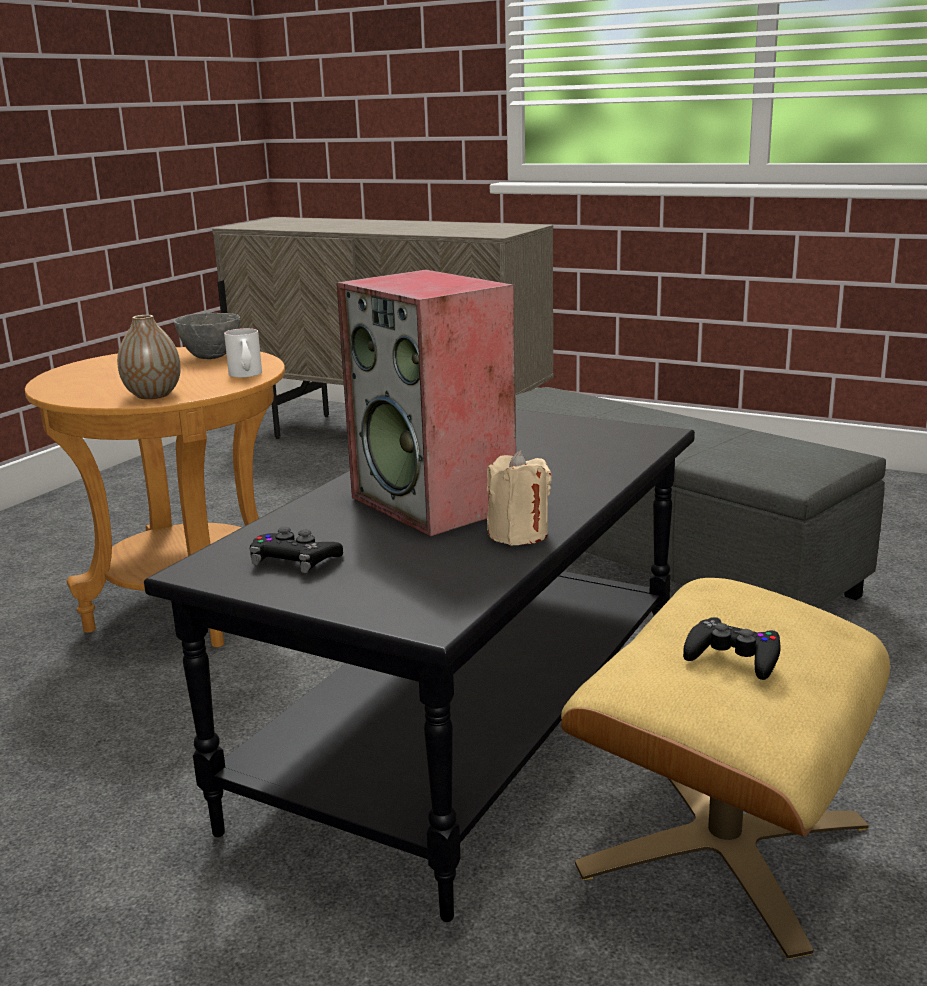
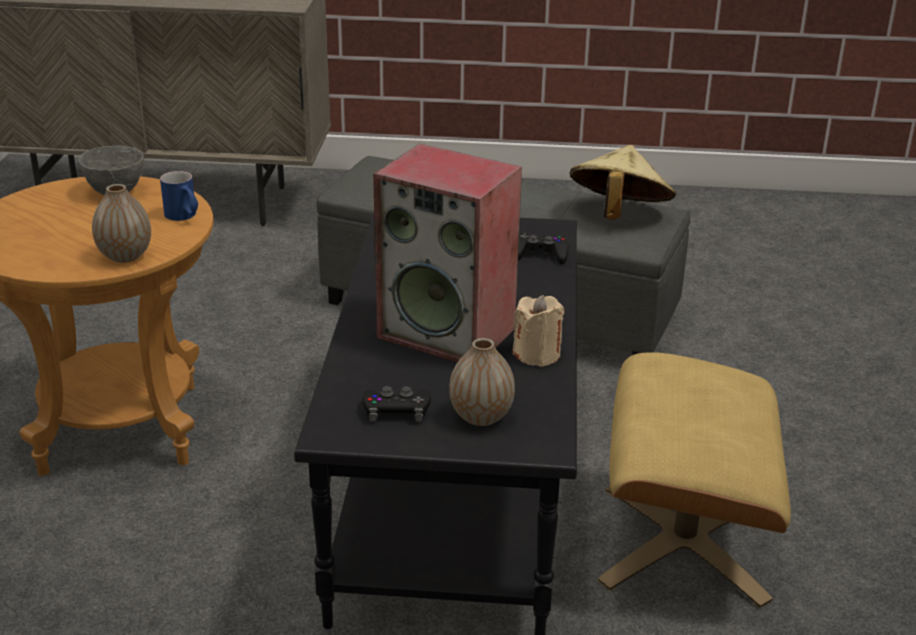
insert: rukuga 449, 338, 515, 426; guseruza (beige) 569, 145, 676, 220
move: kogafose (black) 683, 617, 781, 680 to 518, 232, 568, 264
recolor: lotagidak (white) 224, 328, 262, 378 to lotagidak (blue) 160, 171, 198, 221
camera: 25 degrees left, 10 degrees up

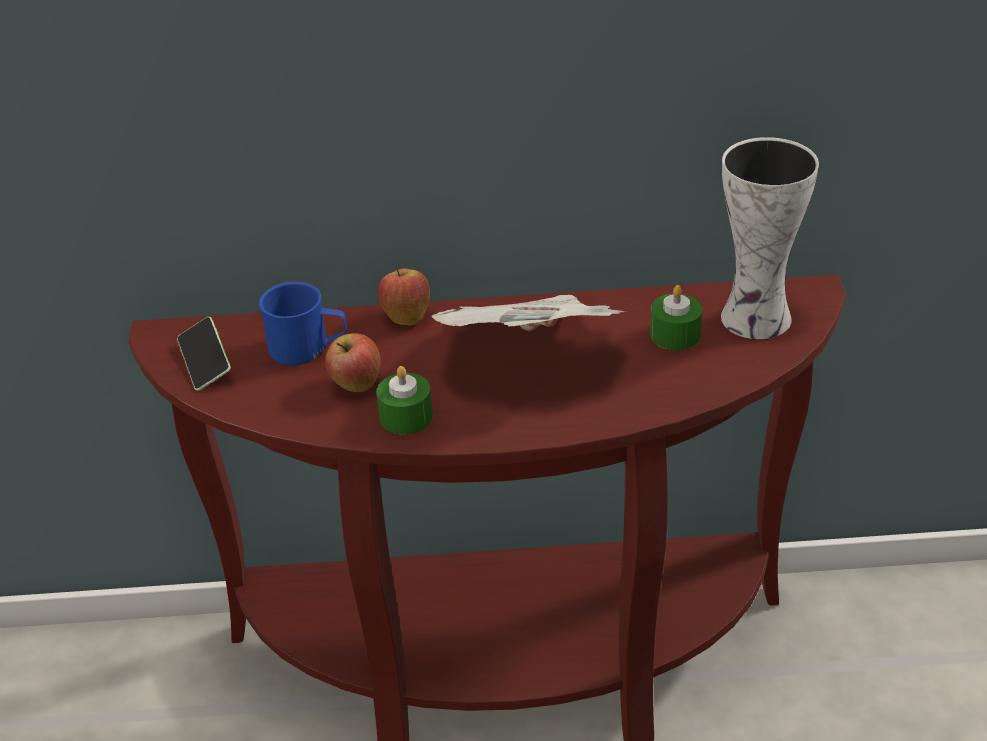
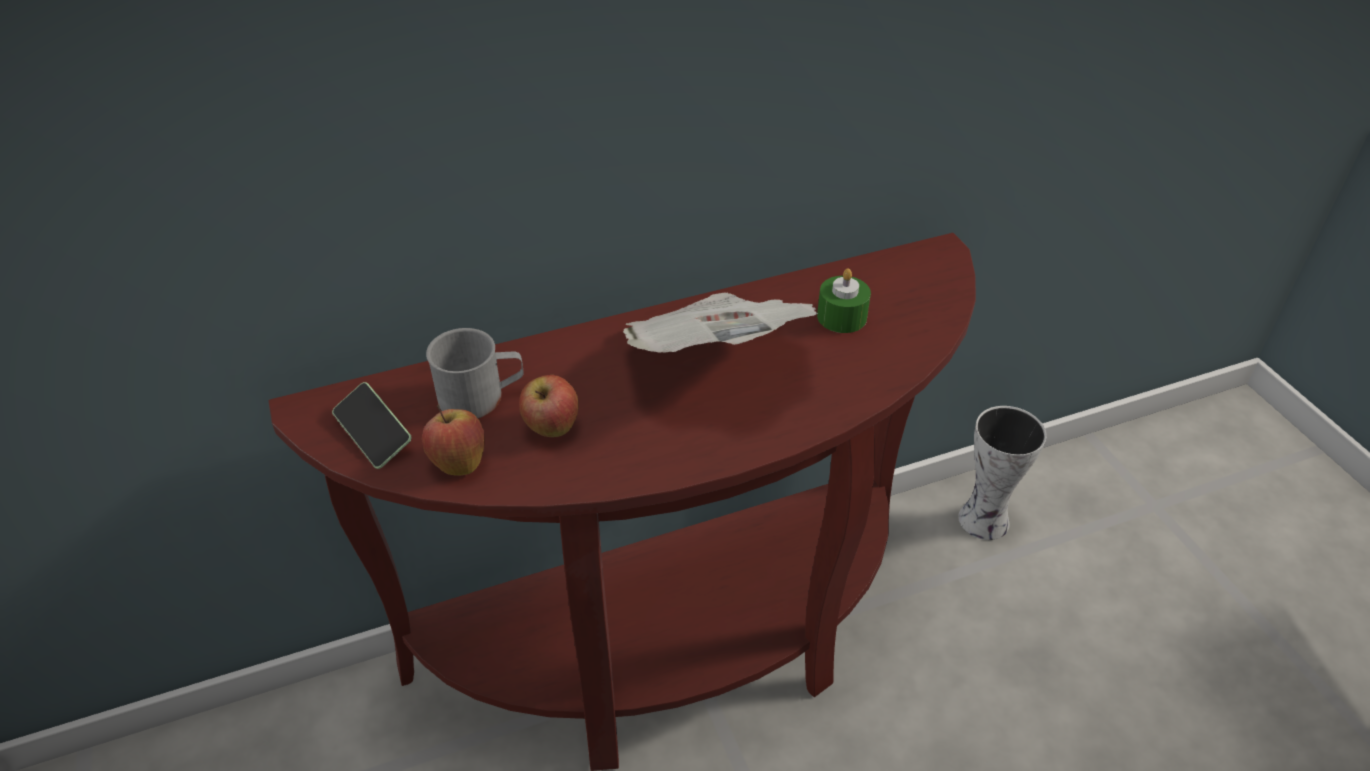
delete: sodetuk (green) 376, 366, 433, 434
move: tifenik 378, 261, 430, 325 to 422, 404, 485, 476; rukuga 721, 137, 819, 339 to 958, 406, 1046, 540
recolor: lotagidak (blue) 259, 282, 347, 366 to lotagidak (grey) 426, 328, 524, 418
camera: 20 degrees left, 5 degrees up

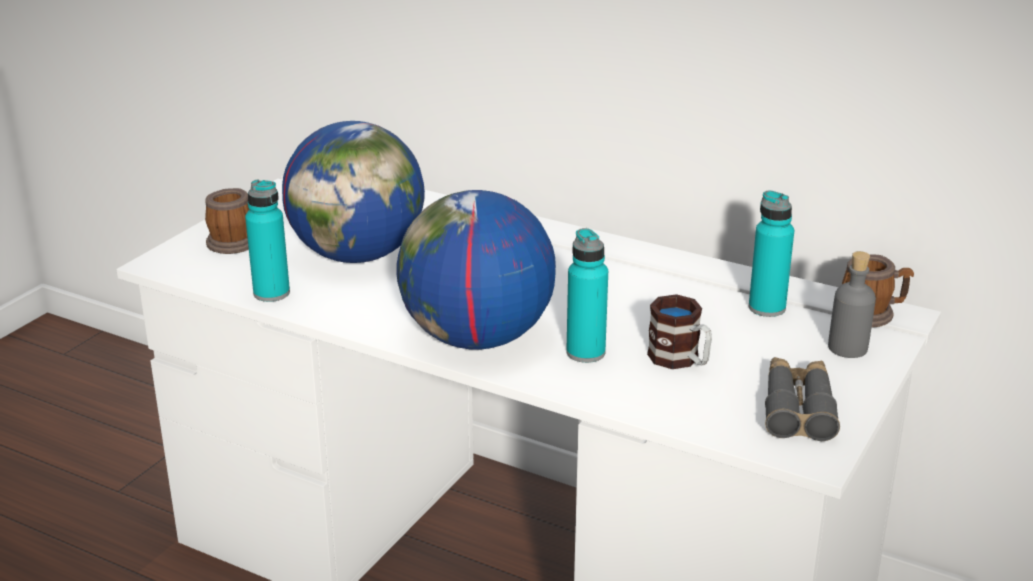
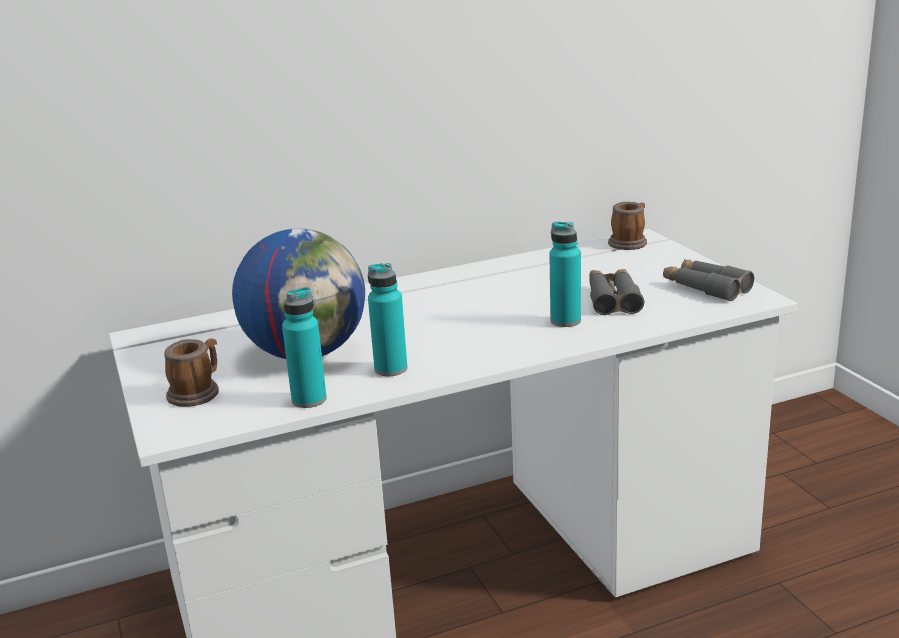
delete: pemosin 396, 190, 556, 350; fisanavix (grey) 828, 251, 876, 358
move: fisanavix (turquoise) 749, 190, 794, 317 to 368, 263, 408, 376
replace: lotagidak 647, 294, 712, 369 to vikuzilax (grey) 589, 269, 644, 315
camera: 50 degrees left, 5 degrees down

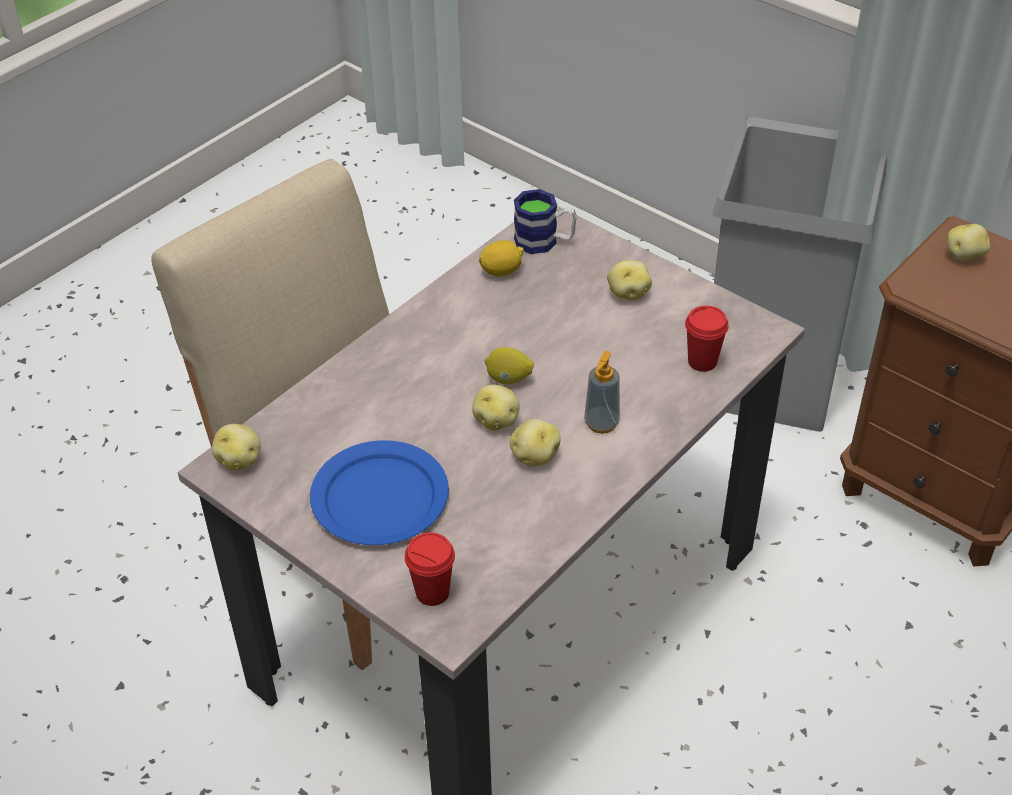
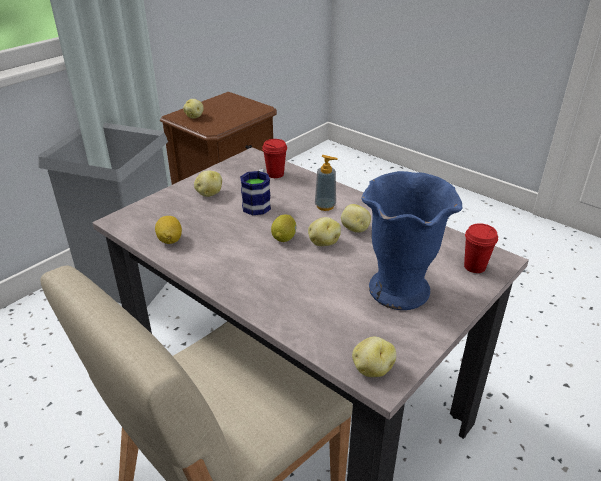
move: lotagidak 514, 189, 577, 254 to 240, 169, 271, 215
replace: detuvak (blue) 310, 440, 449, 545 to rukuga (blue) 361, 171, 462, 310
camera: 90 degrees left, 10 degrees down

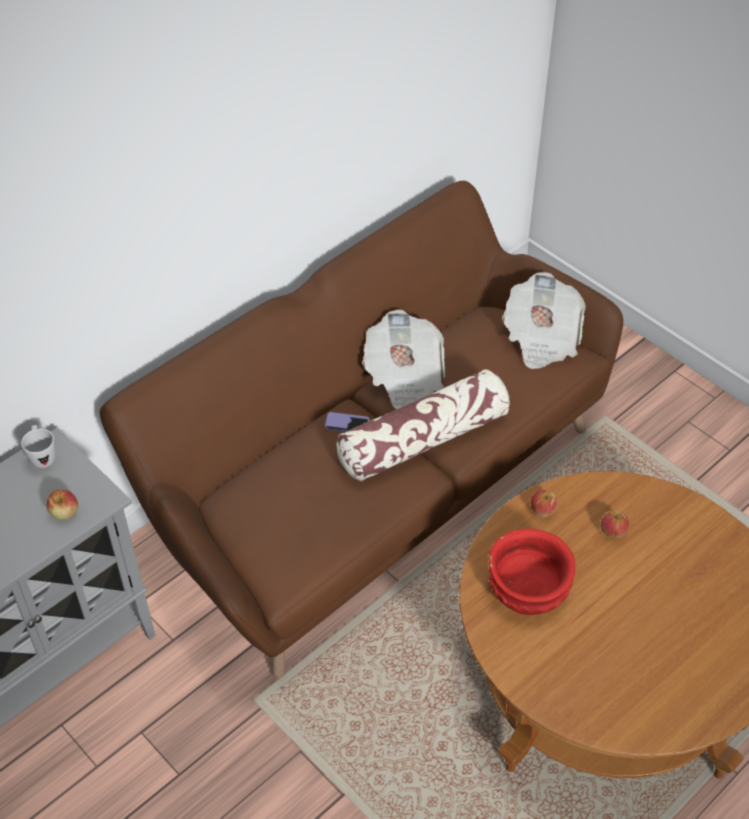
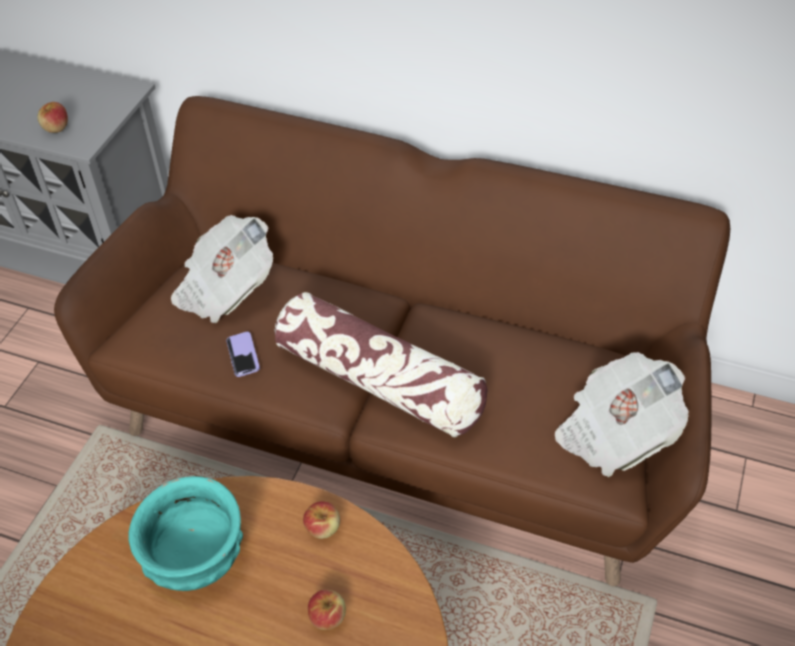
delete: lotagidak (white) 21, 425, 56, 468
move: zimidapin 325, 412, 370, 432 to 226, 332, 260, 377; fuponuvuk 362, 310, 445, 409 to 171, 215, 273, 323
recolor: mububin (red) 489, 529, 575, 615 to mububin (turquoise) 128, 476, 243, 591
camera: 65 degrees right, 0 degrees up

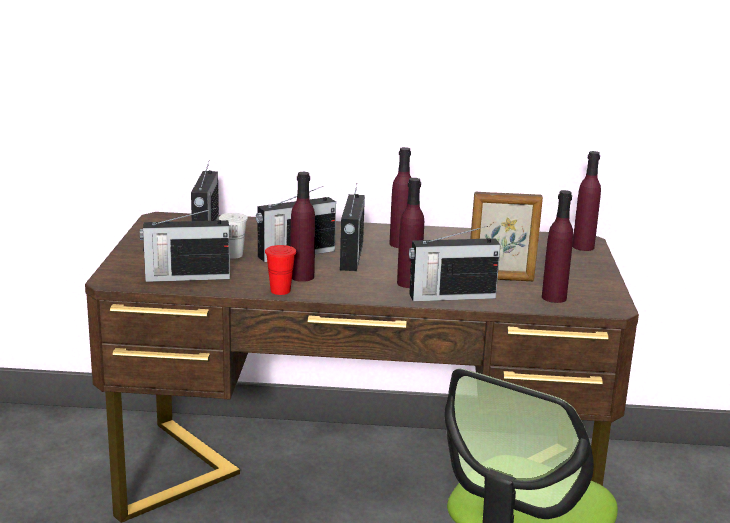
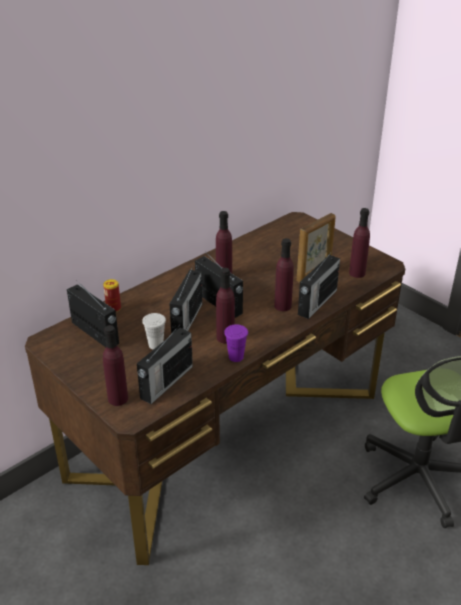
insert: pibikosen 103, 279, 121, 312
move: fisanavix (purple) 572, 151, 601, 251 to 103, 325, 128, 406
recolor: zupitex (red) 265, 245, 296, 295 to zupitex (purple) 224, 324, 248, 362
camera: 45 degrees left, 15 degrees up

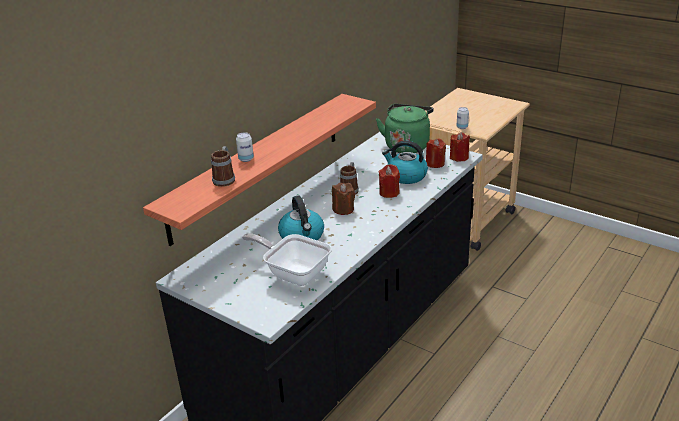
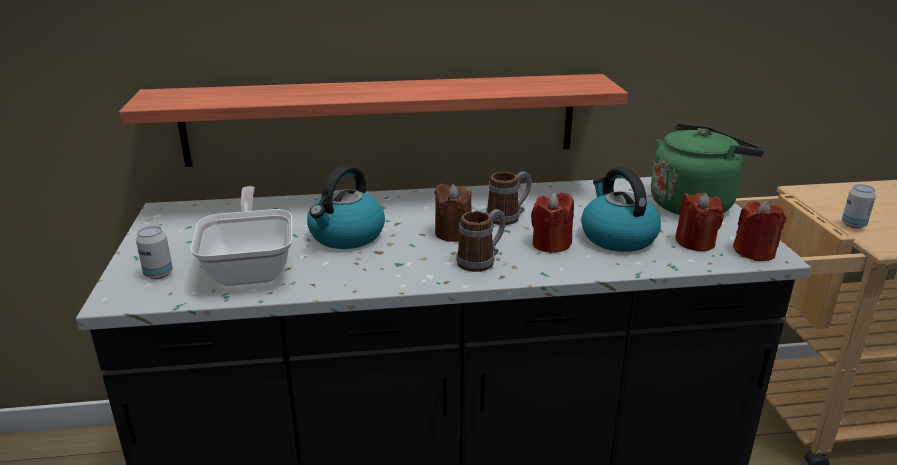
move: lotagidak 211, 146, 235, 187 to 456, 209, 506, 272; pibikosen 236, 132, 254, 162 to 136, 226, 173, 279
camera: 45 degrees right, 5 degrees down

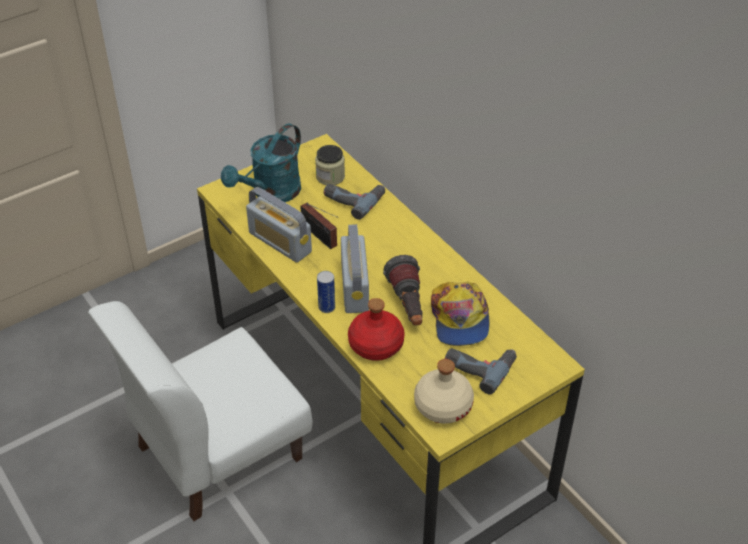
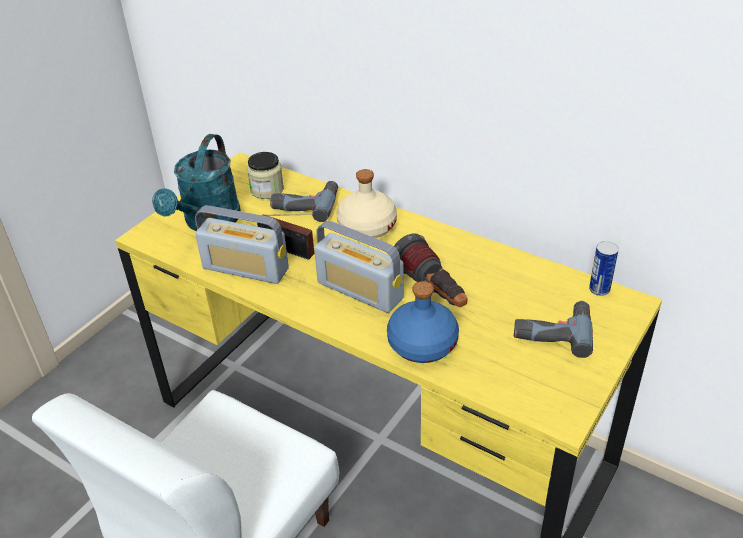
delete: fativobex 431, 281, 489, 346
move: pibikosen 317, 271, 335, 313 to 589, 241, 619, 296; fisanavix (beige) 414, 359, 474, 424 to 336, 169, 397, 238
recolor: fisanavix (red) 348, 298, 405, 361 to fisanavix (blue) 387, 281, 459, 363
rotate: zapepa 341, 224, 369, 313 = 314, 221, 404, 313 150 degrees clockwise
camera: 20 degrees left, 5 degrees down

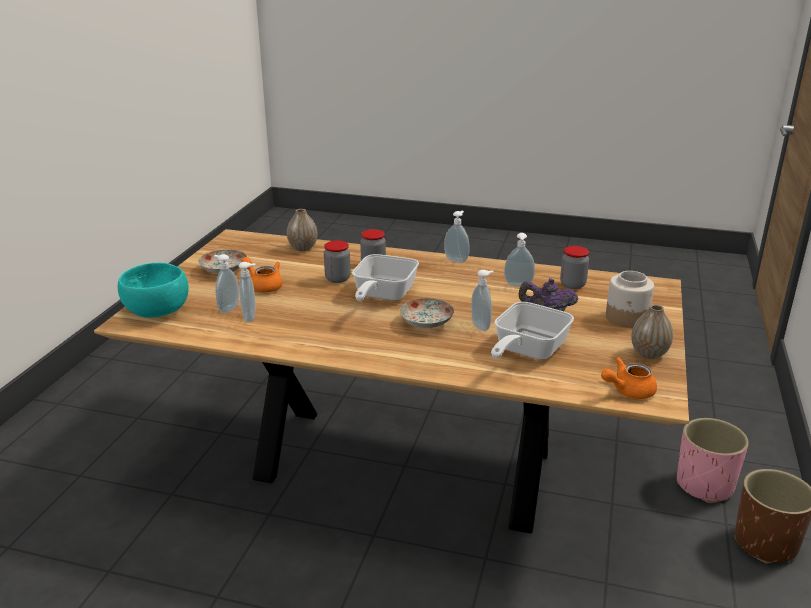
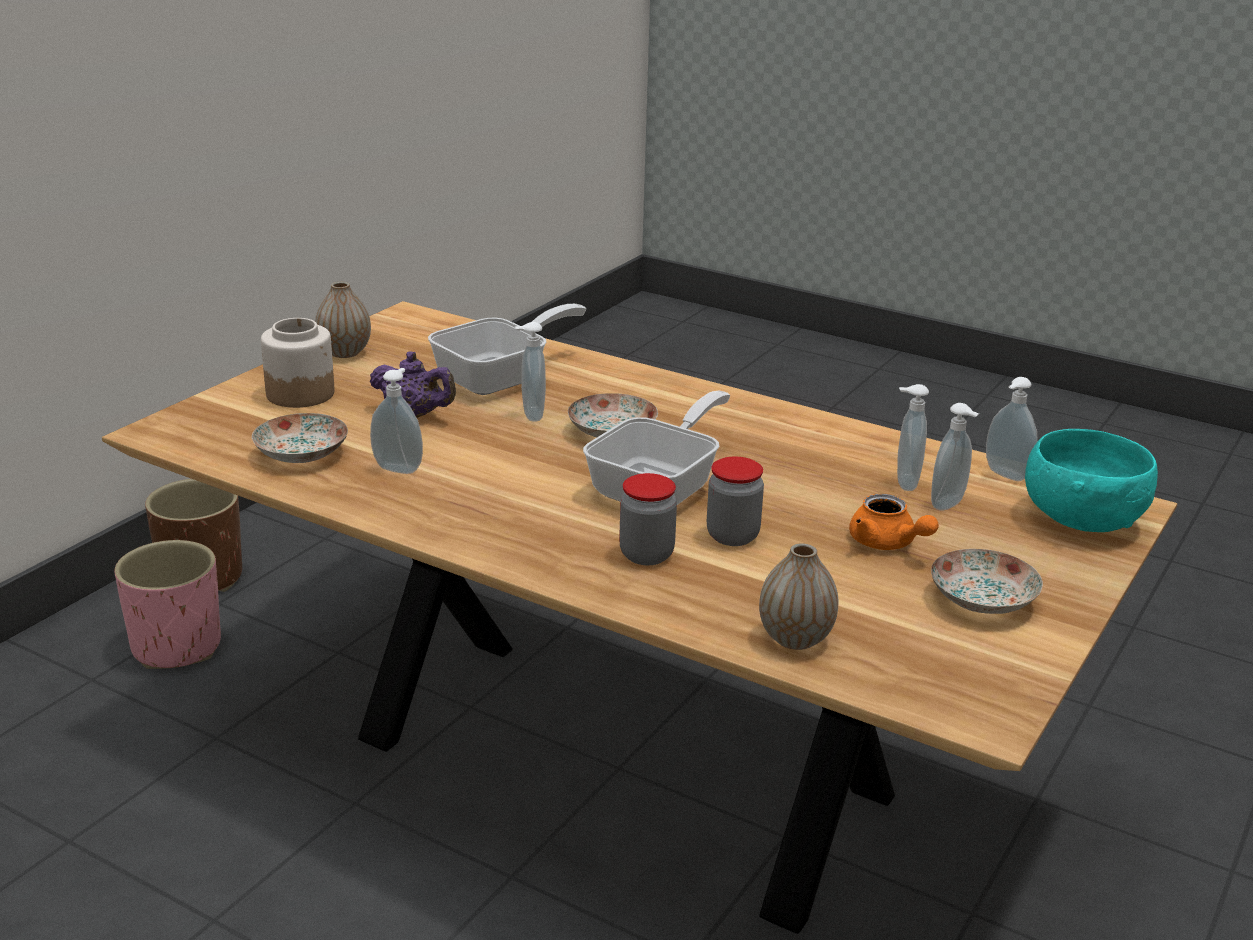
delete: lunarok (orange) 601, 357, 657, 399
move: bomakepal 444, 211, 470, 263 to 986, 377, 1038, 481
replace: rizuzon 560, 246, 589, 289 to detuvak 252, 413, 348, 463
camera: 165 degrees left, 0 degrees up

